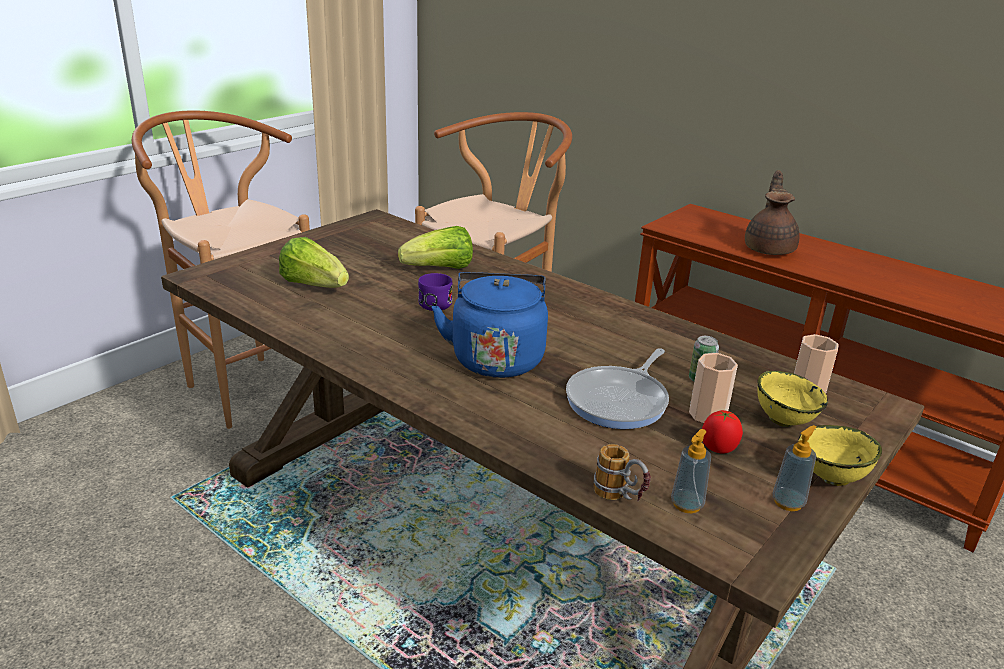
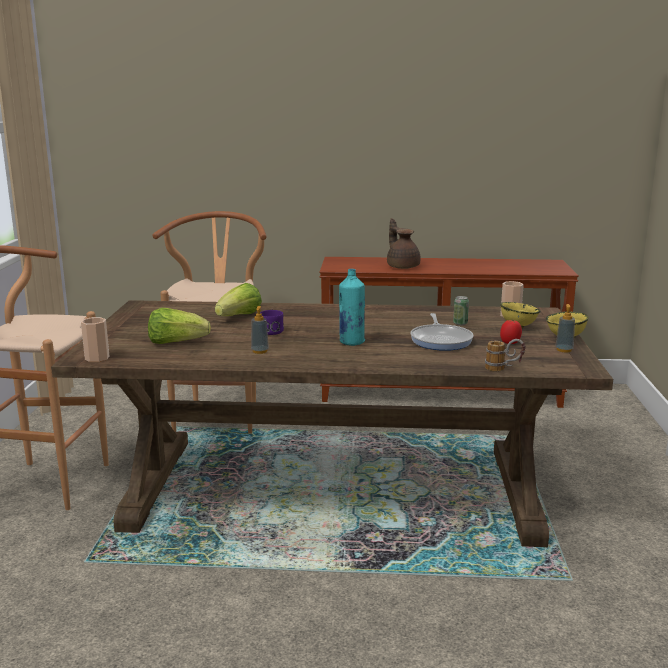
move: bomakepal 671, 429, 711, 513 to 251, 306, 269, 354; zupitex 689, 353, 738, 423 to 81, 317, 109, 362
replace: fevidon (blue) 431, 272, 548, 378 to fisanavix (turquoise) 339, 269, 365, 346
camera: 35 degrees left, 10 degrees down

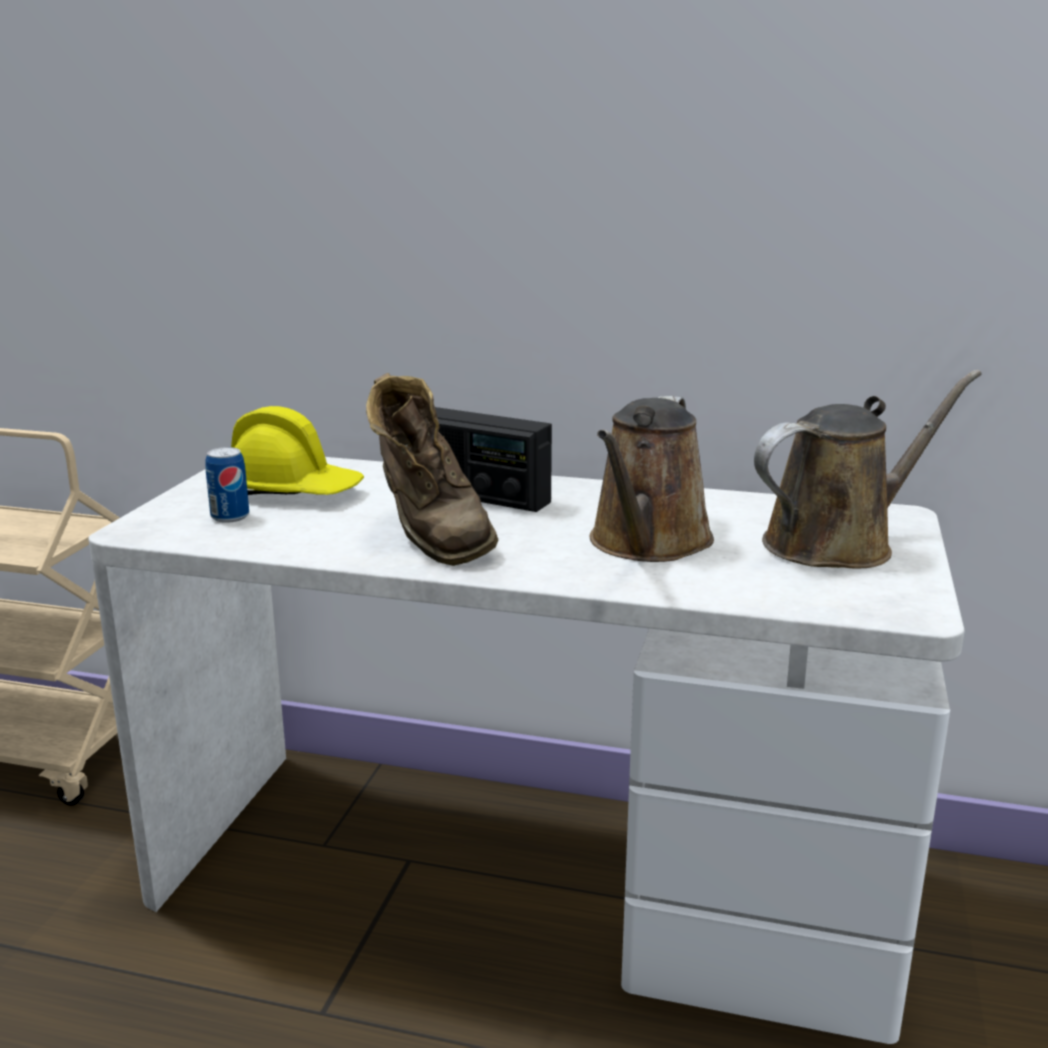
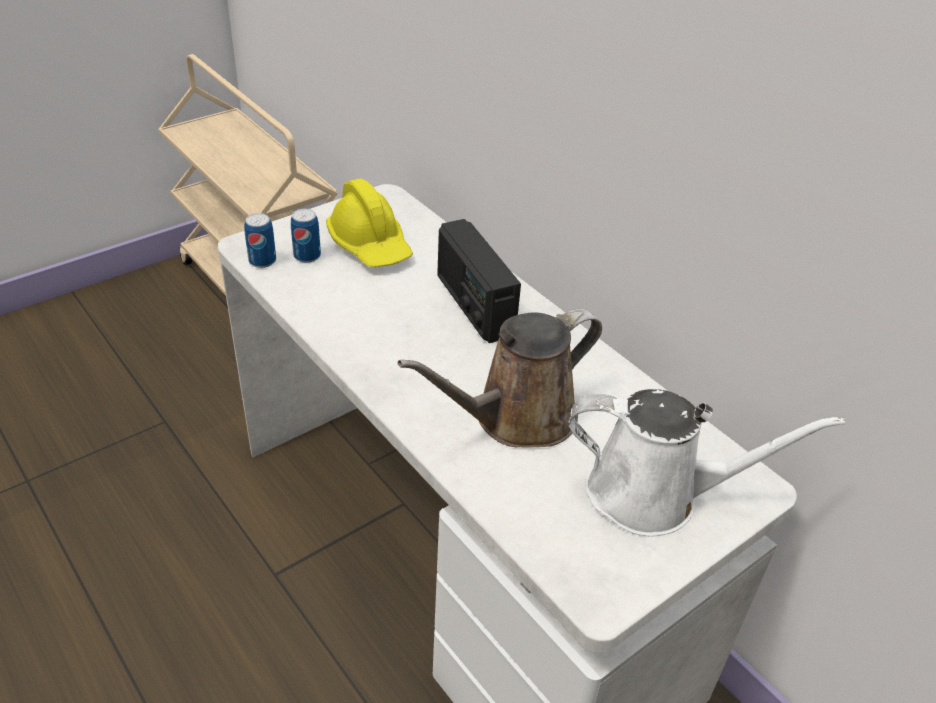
delete: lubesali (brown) 366, 373, 498, 566
insert: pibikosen 244, 213, 276, 268
recolor: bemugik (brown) 754, 370, 981, 569 to bemugik (white) 568, 389, 845, 536
camera: 35 degrees right, 20 degrees up

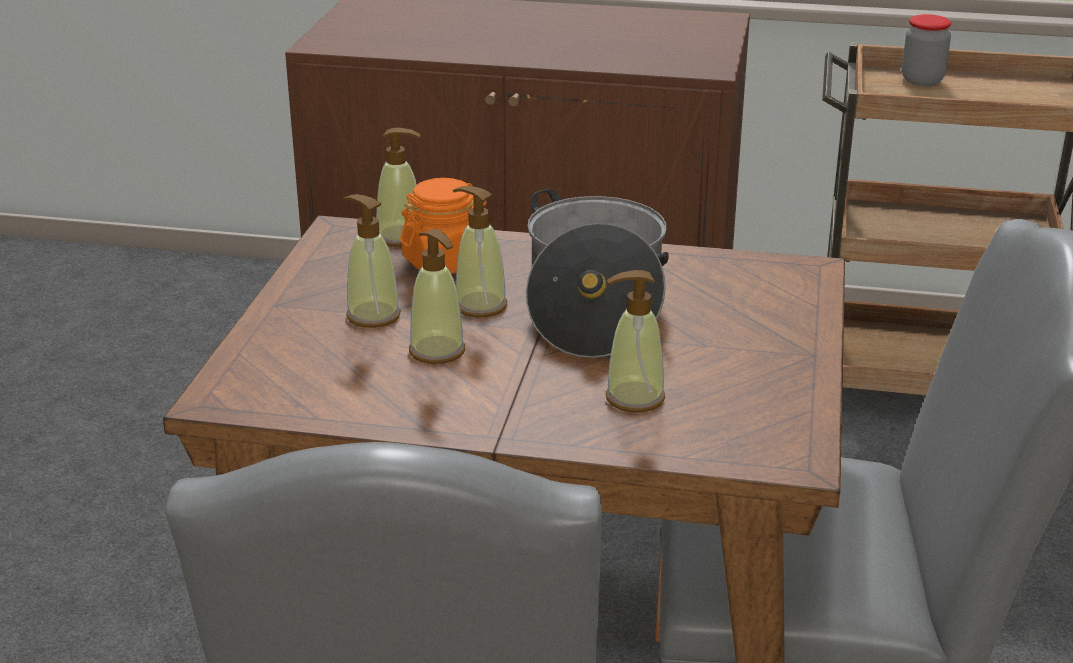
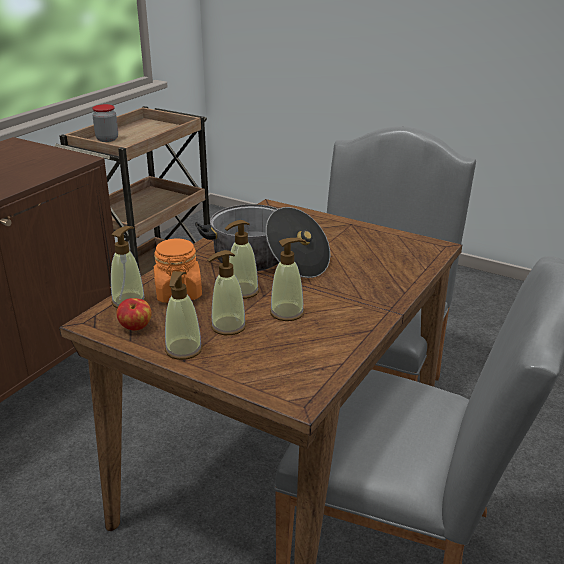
insert: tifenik 116, 298, 152, 330
move: bomakepal 606, 270, 665, 412 to 165, 271, 203, 360
camera: 70 degrees left, 0 degrees up

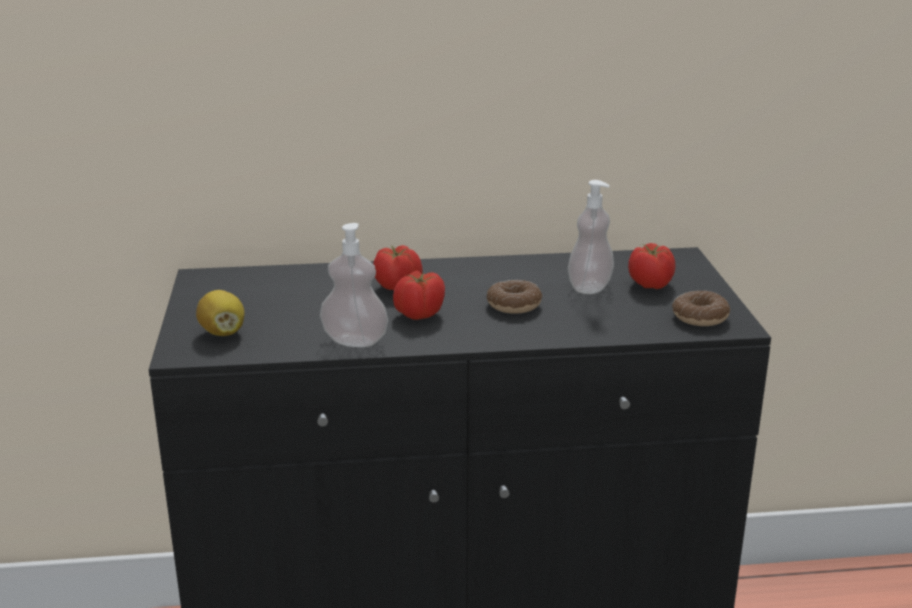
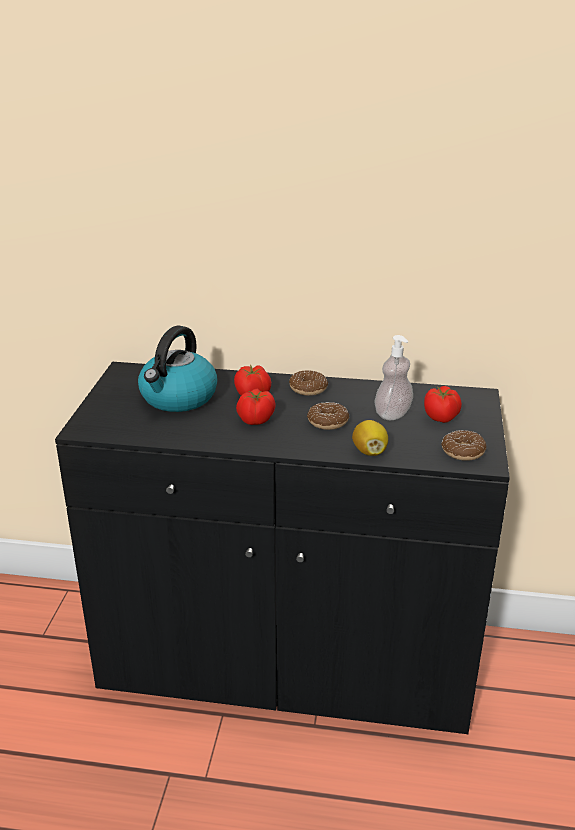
delete: bomakepal 320, 223, 388, 347
insert: fevidon 138, 326, 218, 412; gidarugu 289, 370, 328, 396
move: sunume 196, 290, 245, 336 to 352, 420, 388, 456
camera: 15 degrees right, 5 degrees up

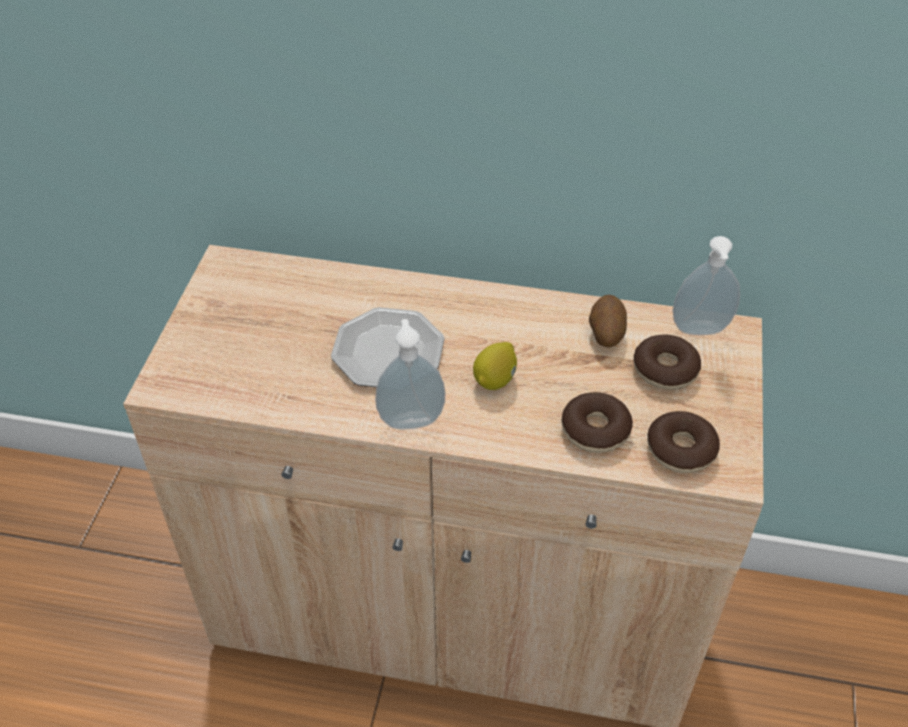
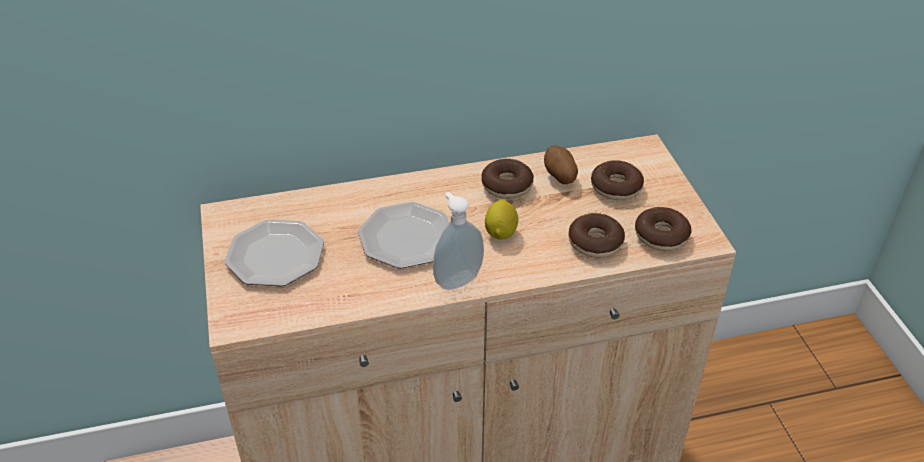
delete: bomakepal 673, 236, 740, 335
insert: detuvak 224, 220, 324, 287; gidarugu 482, 159, 534, 199
camera: 25 degrees left, 5 degrees down

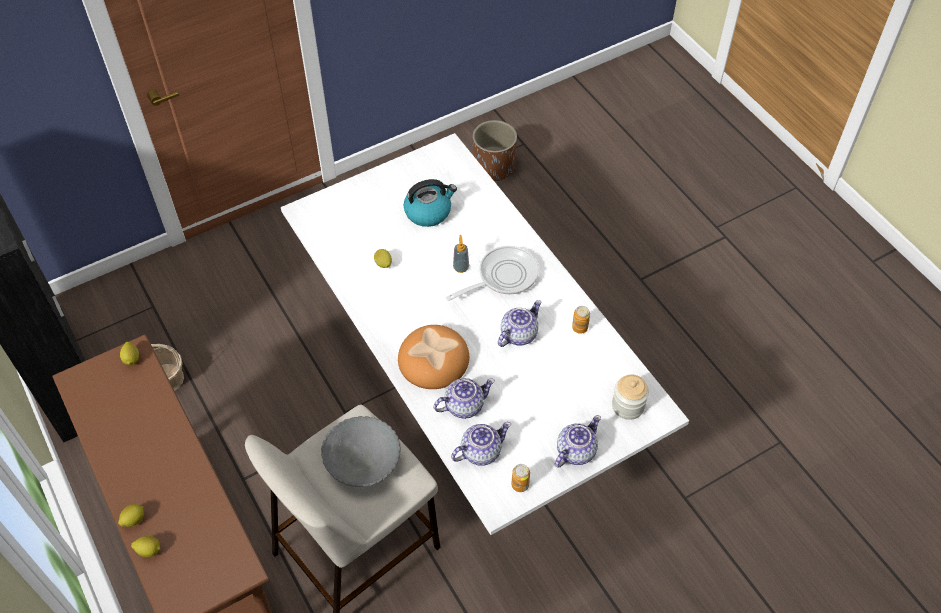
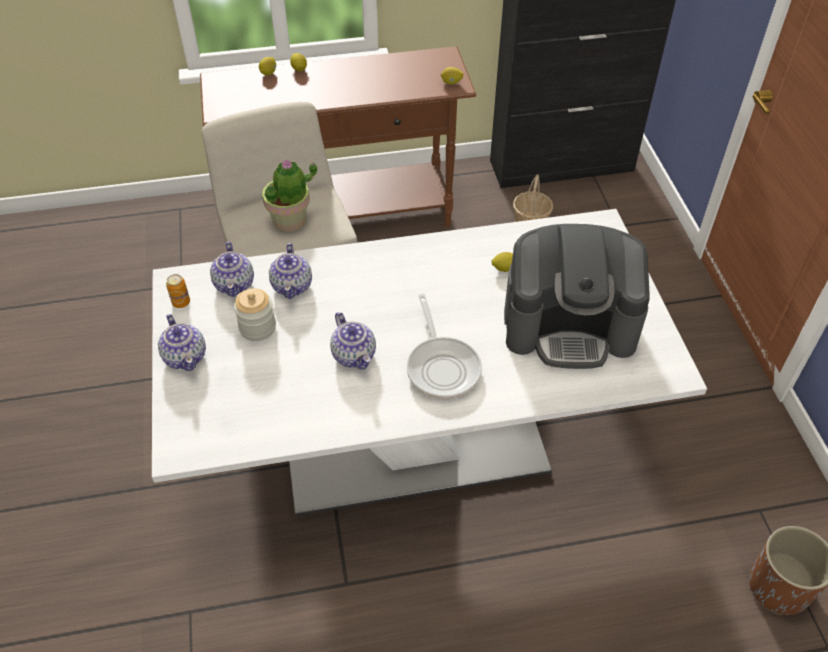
delete: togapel 398, 325, 469, 389; bomakepal 453, 235, 469, 273; pibikosen 572, 306, 590, 334
move: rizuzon 612, 375, 649, 420 to 234, 288, 276, 341
replace: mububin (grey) 321, 416, 401, 487 to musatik 262, 160, 317, 232; fevidon 403, 179, 457, 227 to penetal 504, 224, 650, 369
camera: 110 degrees right, 5 degrees down

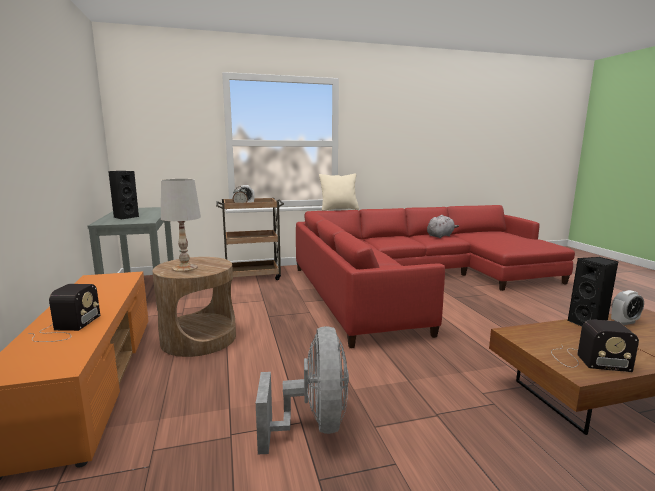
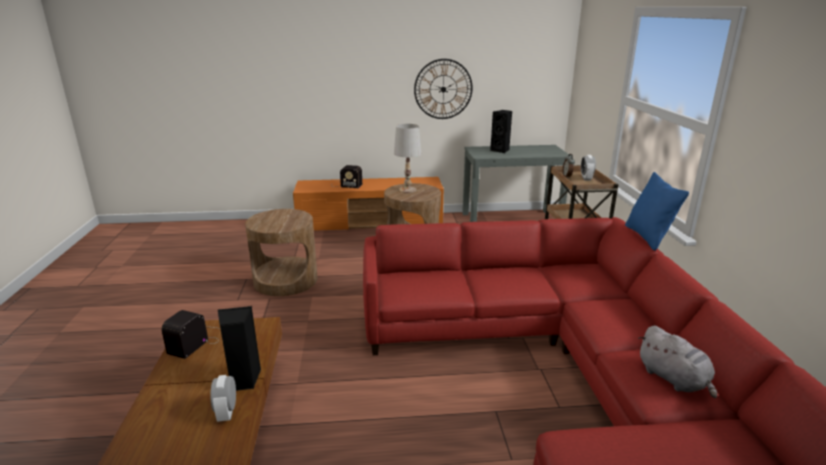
insert: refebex 414, 59, 473, 119
replace: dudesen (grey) 256, 326, 349, 454 to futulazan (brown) 245, 209, 318, 296
recolor: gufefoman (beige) 319, 173, 359, 211 to gufefoman (blue) 625, 172, 689, 251
camera: 100 degrees right, 10 degrees up

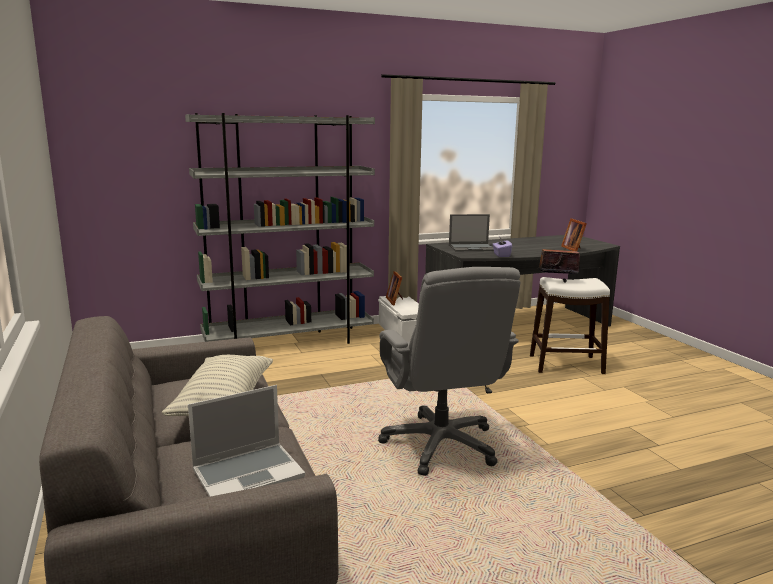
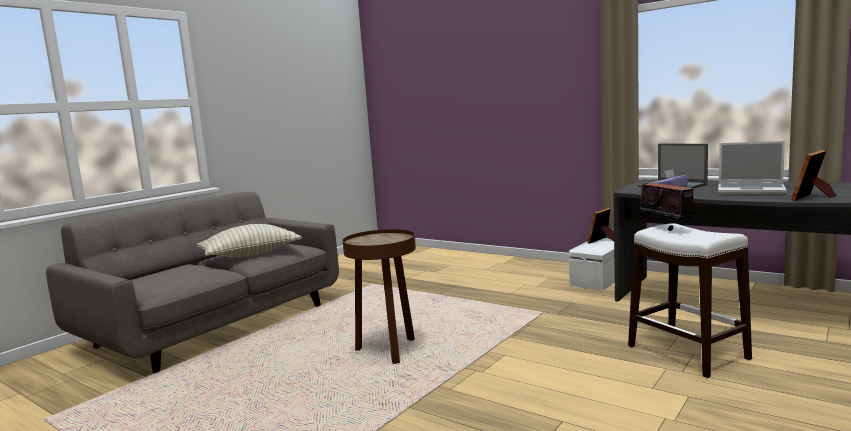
delete: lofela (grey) 185, 113, 375, 344
move: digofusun 188, 385, 305, 497 to 718, 141, 787, 194
replace: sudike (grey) 378, 267, 520, 476 to futulazan (brown) 342, 229, 416, 364
camera: 60 degrees right, 5 degrees down

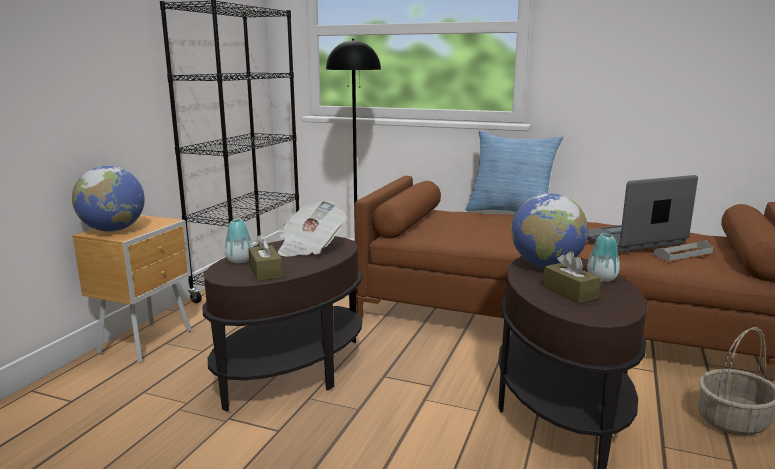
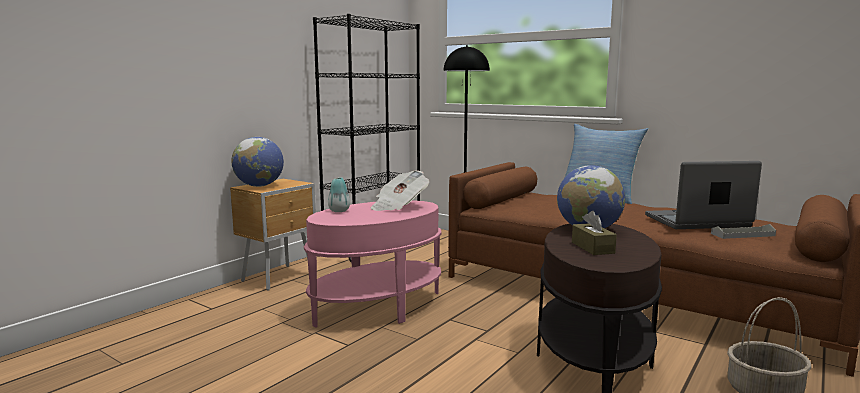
delete: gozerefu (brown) 248, 234, 283, 281; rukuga 587, 233, 620, 282
recolor: futulazan (brown) 203, 236, 362, 411 to futulazan (pink) 304, 200, 442, 328
camera: 15 degrees right, 5 degrees down

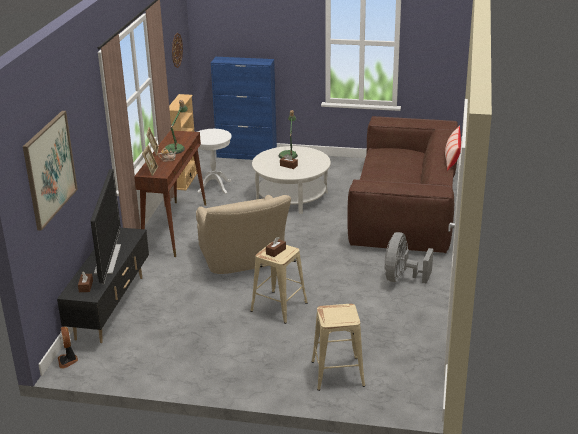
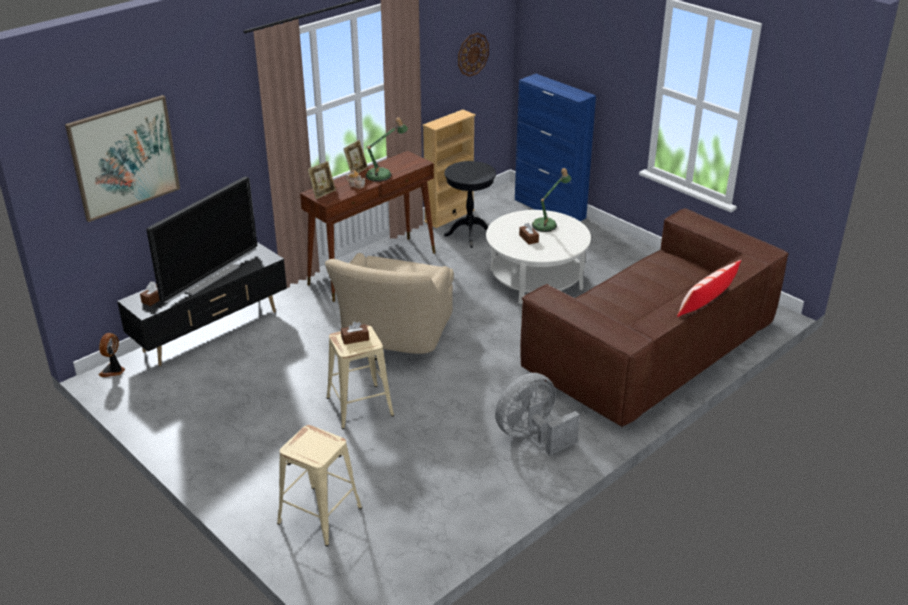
recolor: futulazan (white) 197, 129, 232, 194 to futulazan (black) 444, 161, 496, 248
camera: 35 degrees right, 5 degrees up

